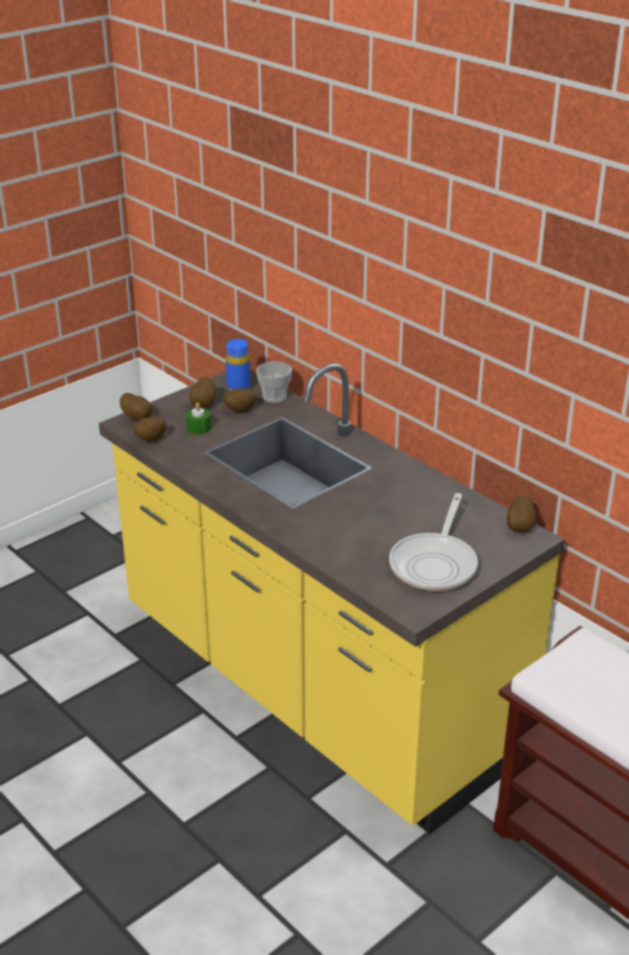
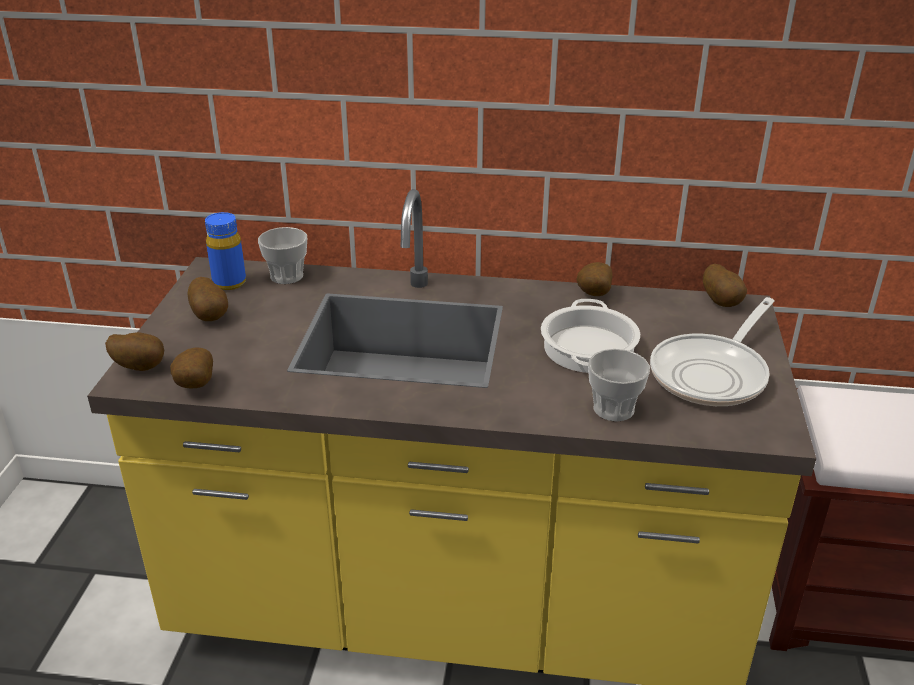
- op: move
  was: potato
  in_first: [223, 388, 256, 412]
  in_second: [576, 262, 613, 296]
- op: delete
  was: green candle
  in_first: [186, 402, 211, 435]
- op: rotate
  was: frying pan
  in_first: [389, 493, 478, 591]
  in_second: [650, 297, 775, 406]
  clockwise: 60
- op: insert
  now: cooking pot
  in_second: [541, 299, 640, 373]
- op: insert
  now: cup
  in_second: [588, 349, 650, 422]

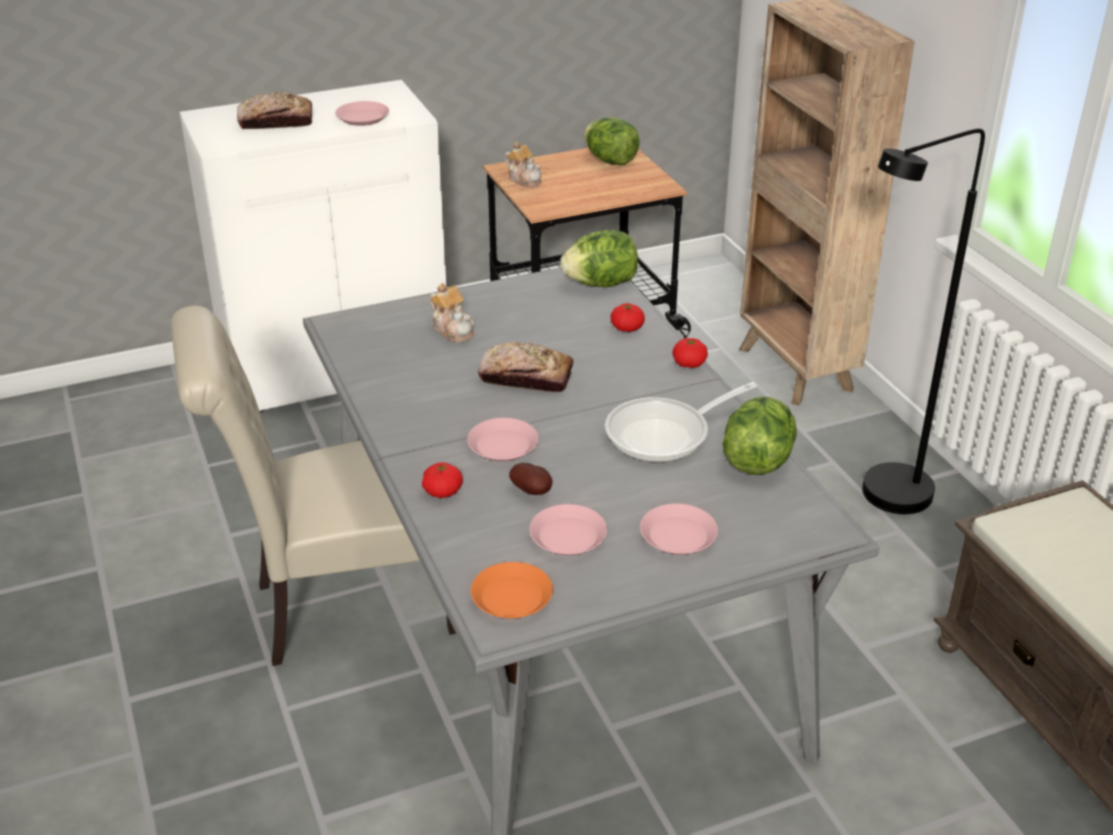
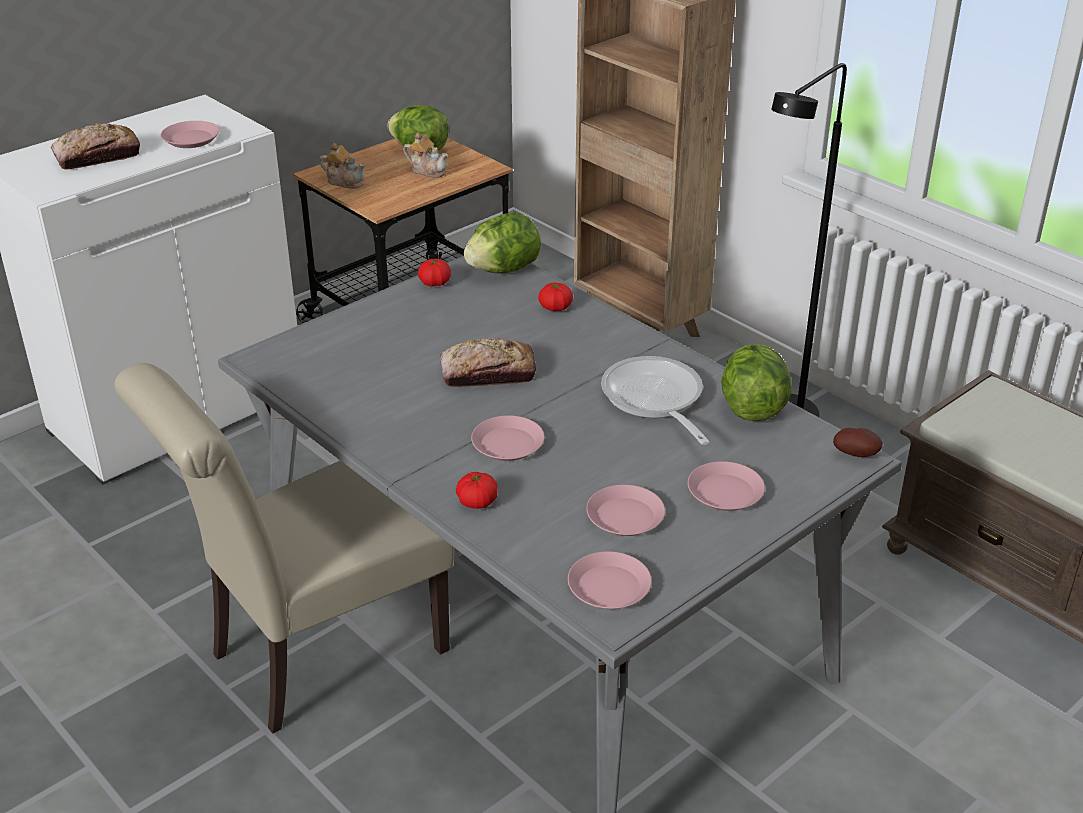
- op: move
  was: teapot
  in_first: [430, 283, 474, 343]
  in_second: [403, 132, 448, 178]
- op: move
  was: tomato
  in_first: [672, 338, 708, 368]
  in_second: [418, 259, 451, 287]
- op: rotate
  was: frying pan
  in_first: [605, 382, 757, 462]
  in_second: [601, 356, 709, 445]
  clockwise: 120
- op: move
  was: potato
  in_first: [509, 463, 552, 495]
  in_second: [833, 428, 882, 457]
- op: recolor
  was: orange plate
  now: pink plate
  in_first: [471, 562, 553, 619]
  in_second: [568, 551, 652, 609]

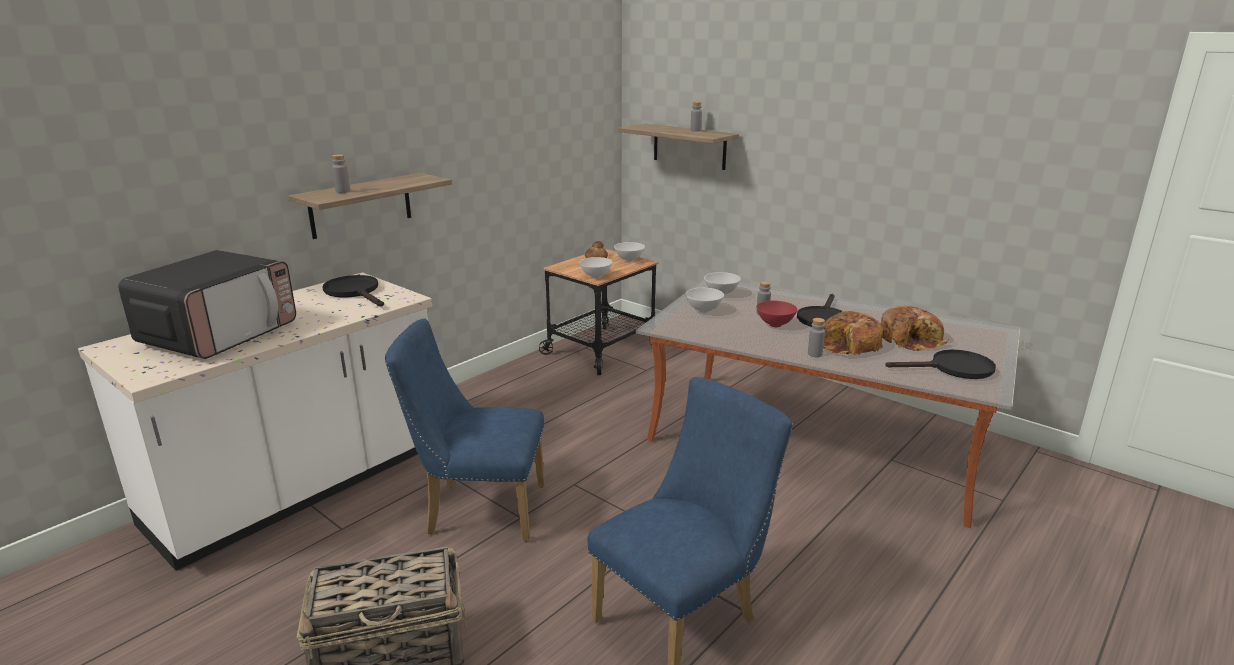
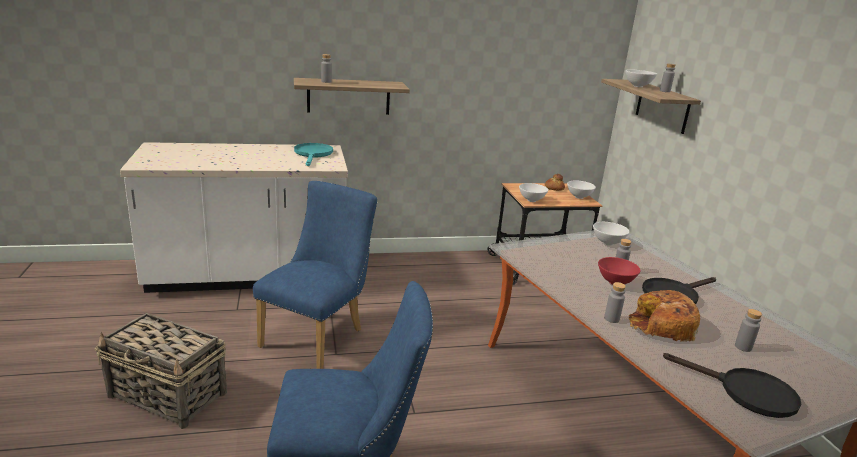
- op: delete
  was: microwave
  in_first: [118, 250, 296, 359]
- op: recolor
  was: black frying pan
  now: turquoise frying pan
  in_first: [323, 275, 384, 307]
  in_second: [294, 143, 333, 166]
- op: move
  was: white bowl
  in_first: [685, 288, 724, 313]
  in_second: [625, 69, 657, 87]
- op: replace
  was: bread
  now: grey bottle
  in_first: [881, 306, 949, 351]
  in_second: [735, 309, 762, 352]
- op: rotate
  was: blue chair
  in_first: [385, 318, 545, 542]
  in_second: [253, 181, 377, 369]
  clockwise: 75

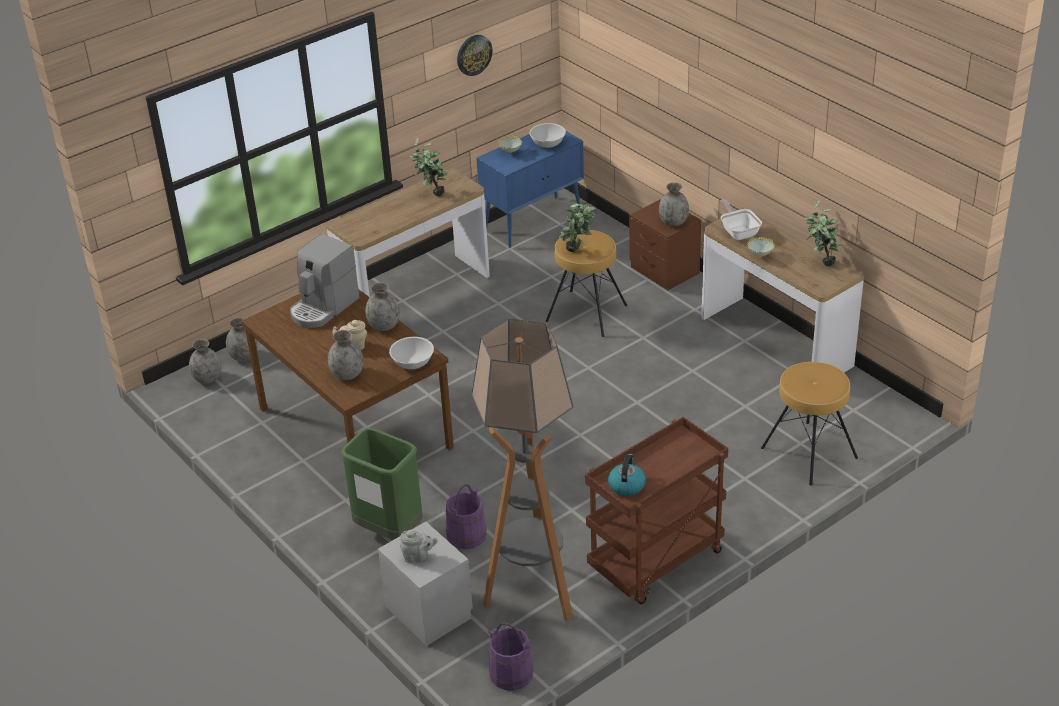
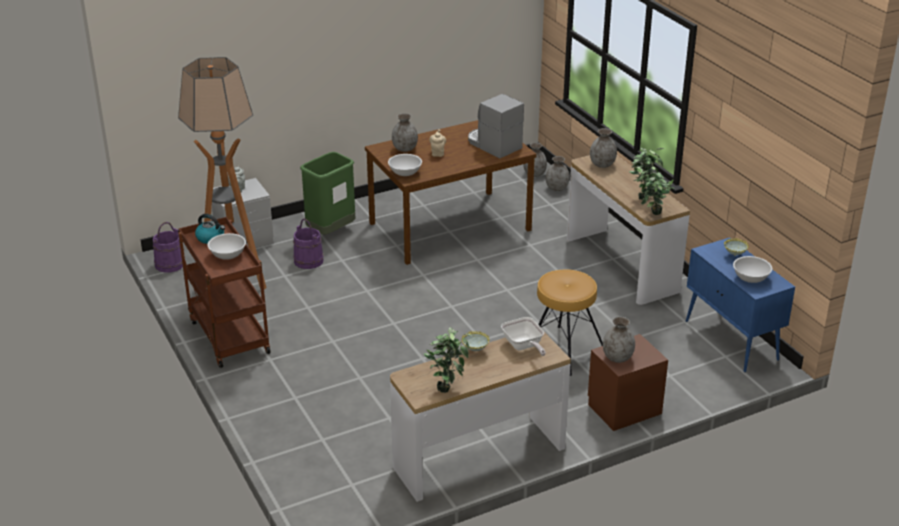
- op: delete
  was: wall clock
  in_first: [457, 35, 493, 76]
- op: rotate
  was: frying pan
  in_first: [720, 199, 762, 240]
  in_second: [501, 317, 546, 356]
  clockwise: 75
- op: move
  was: potted plant
  in_first: [559, 204, 596, 252]
  in_second: [637, 167, 675, 215]
- op: move
  was: grey vase
  in_first: [365, 282, 400, 331]
  in_second: [590, 128, 617, 168]
- op: delete
  was: brown stool
  in_first: [761, 362, 858, 486]
- op: insert
  now: white bowl
  in_second: [208, 233, 246, 260]

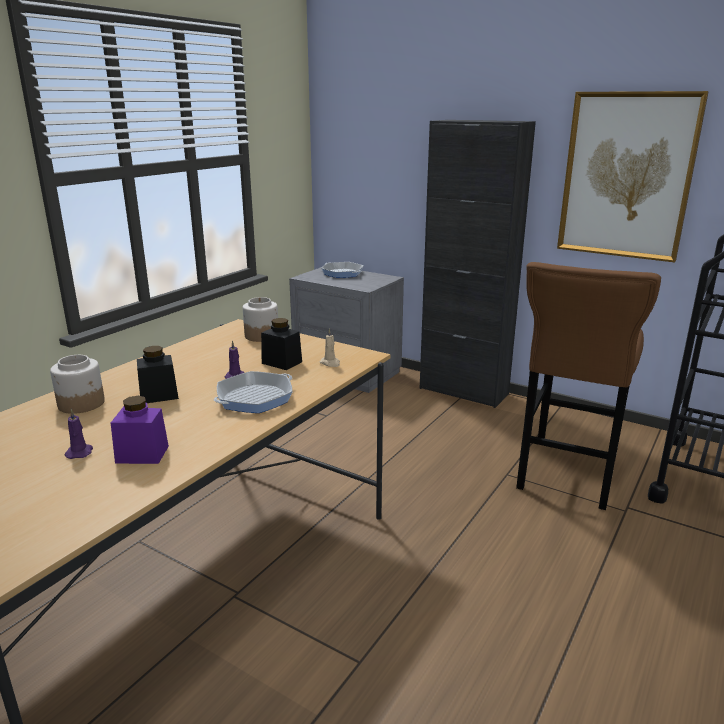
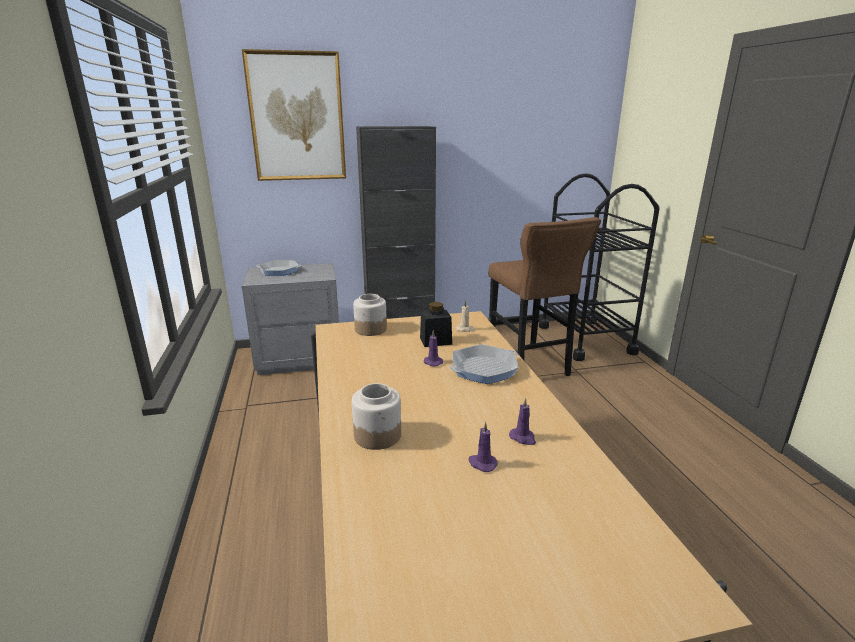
- op: move
  was: picture
  in_first: [557, 91, 709, 262]
  in_second: [242, 49, 346, 181]
- op: delete
  was: black jar
  in_first: [137, 346, 179, 403]
- op: rotate
  was: frying pan
  in_first: [214, 371, 292, 413]
  in_second: [449, 344, 518, 384]
  clockwise: 60
- op: replace
  was: purple jar
  now: purple candle
  in_first: [111, 396, 169, 464]
  in_second: [509, 398, 536, 445]

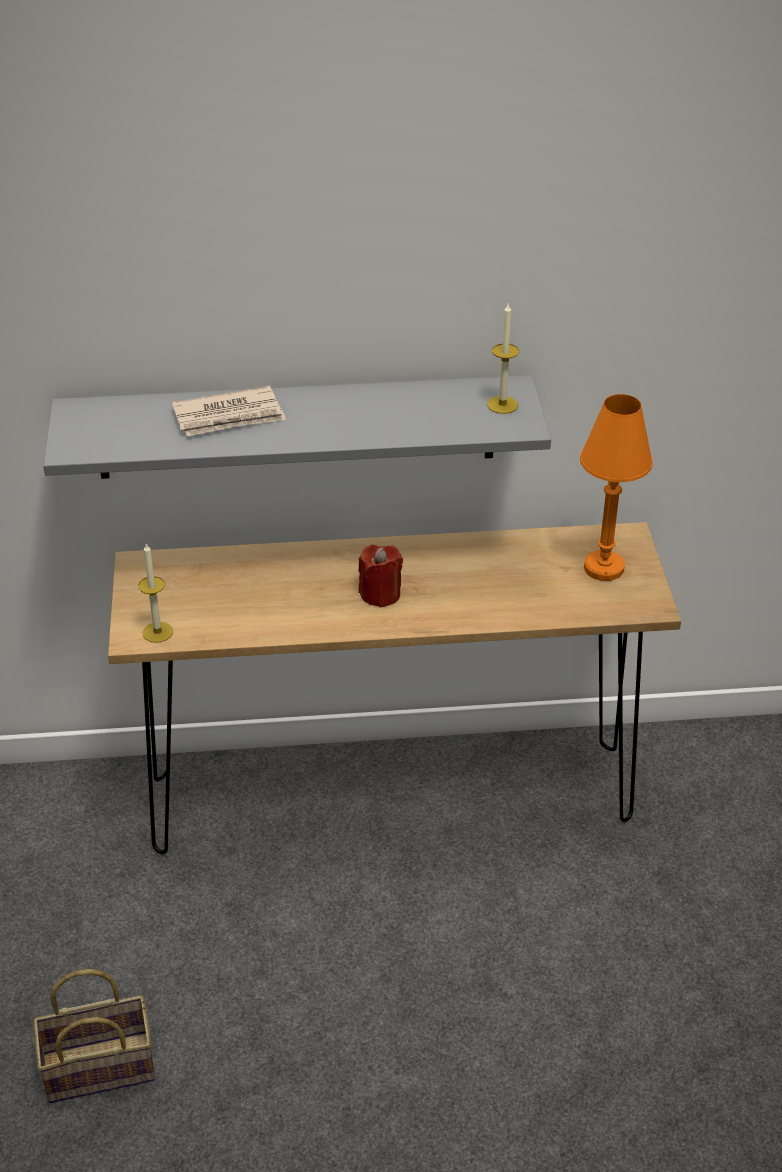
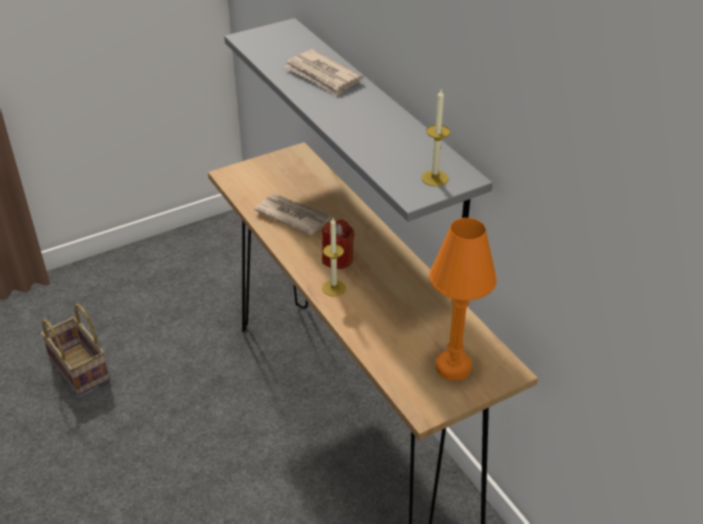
- op: move
  was: candle
  in_first: [138, 543, 173, 643]
  in_second: [322, 218, 346, 296]
- op: insert
  now: newspaper
  in_second: [254, 194, 331, 235]

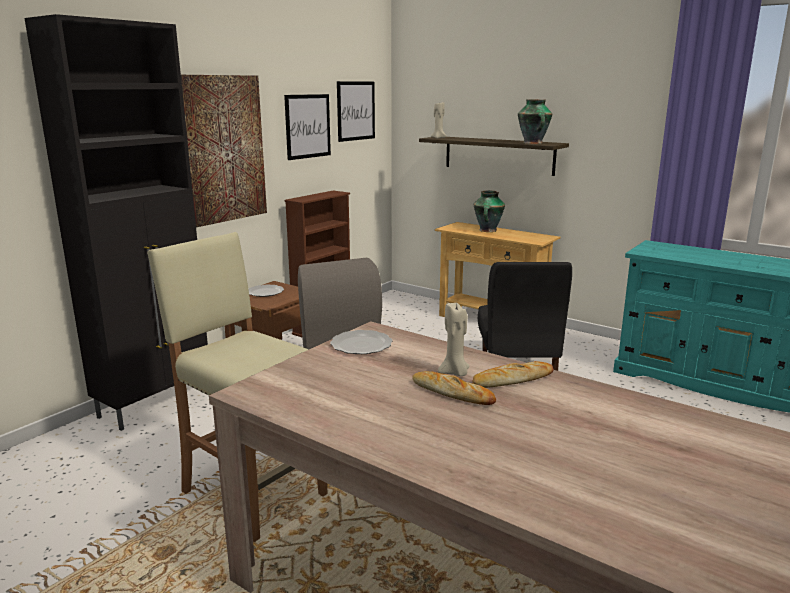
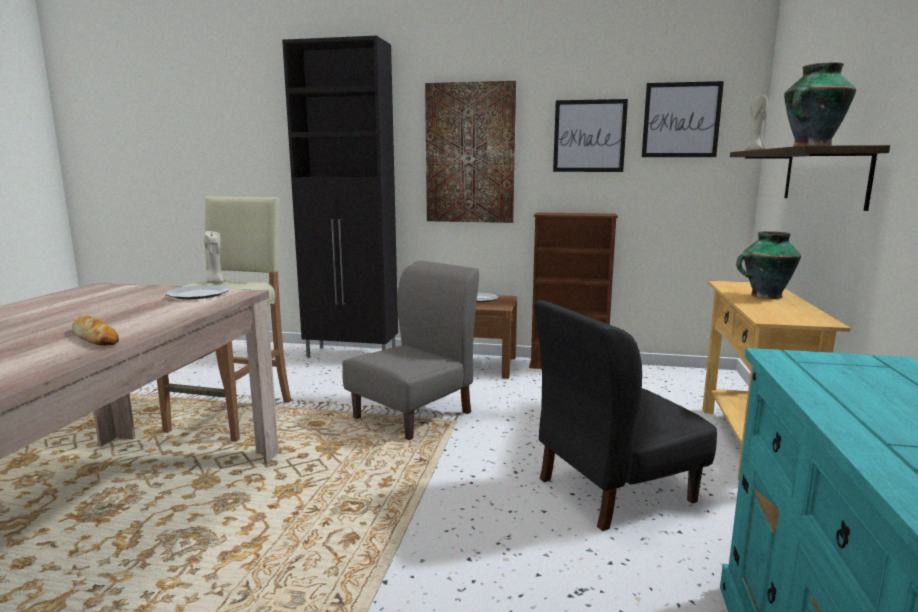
- op: move
  was: beige candle
  in_first: [438, 303, 470, 376]
  in_second: [204, 231, 225, 283]
- op: delete
  was: bread
  in_first: [412, 371, 496, 405]

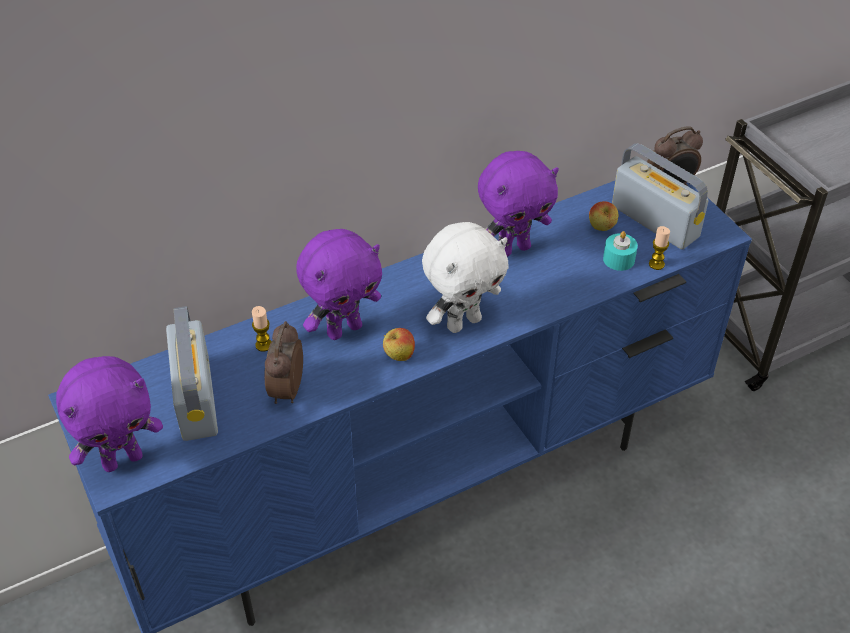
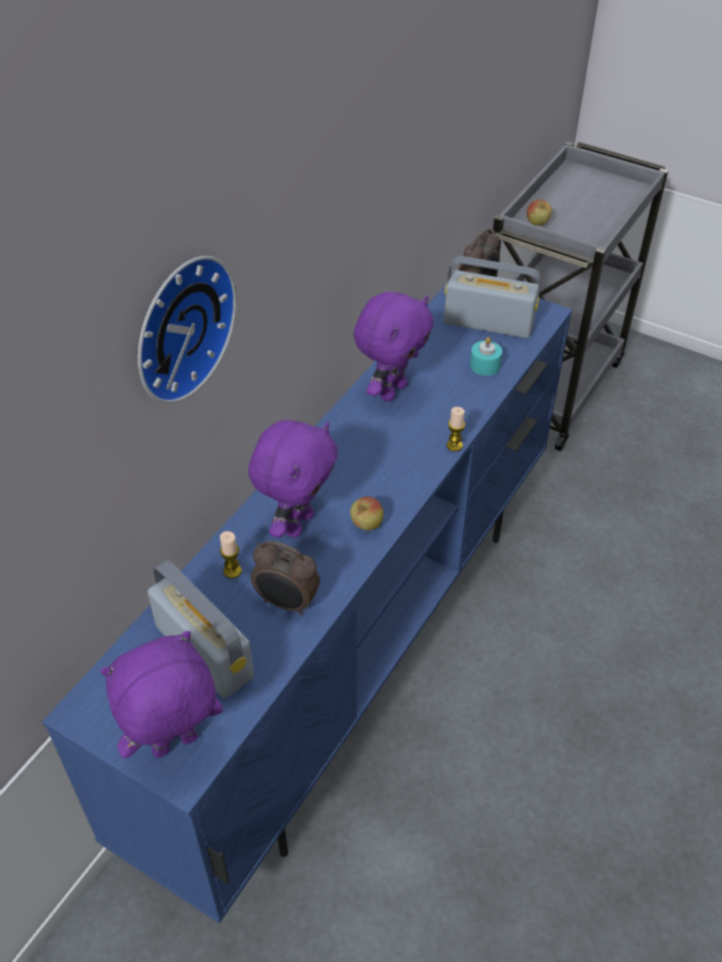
- op: move
  was: apple
  in_first: [589, 201, 619, 231]
  in_second: [527, 200, 552, 226]
- op: delete
  was: white plush toy
  in_first: [422, 222, 508, 333]
- op: move
  was: candle
  in_first: [649, 226, 670, 270]
  in_second: [447, 407, 465, 452]
- op: rotate
  was: alarm clock
  in_first: [264, 321, 303, 404]
  in_second: [251, 541, 320, 615]
  clockwise: -45
- op: rotate
  was: purple plush toy
  in_first: [56, 356, 163, 472]
  in_second: [100, 631, 223, 758]
  clockwise: -150
- op: insert
  now: wall clock
  in_second: [138, 256, 237, 404]

